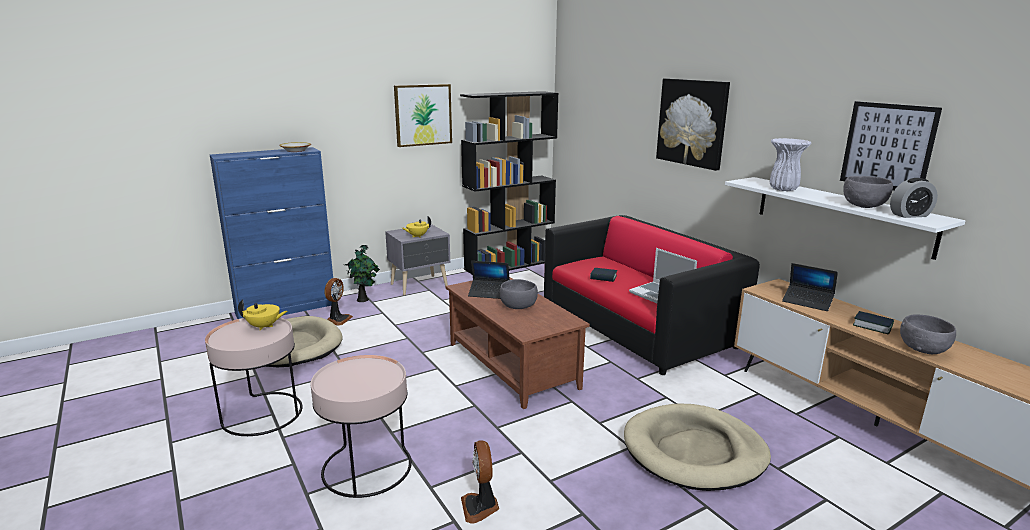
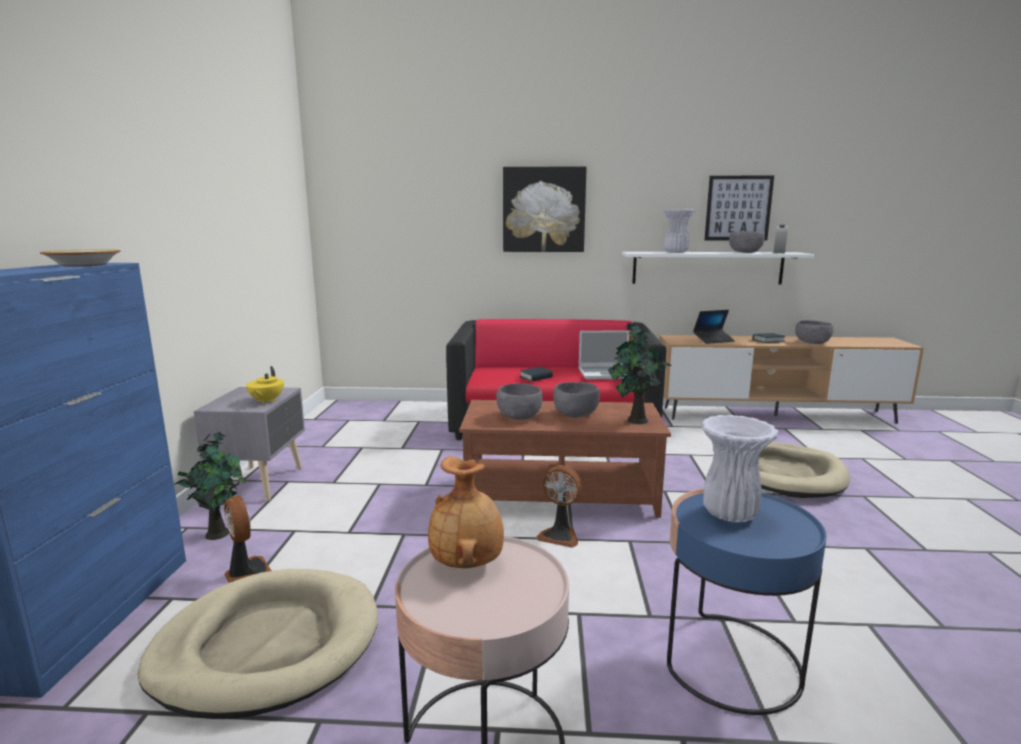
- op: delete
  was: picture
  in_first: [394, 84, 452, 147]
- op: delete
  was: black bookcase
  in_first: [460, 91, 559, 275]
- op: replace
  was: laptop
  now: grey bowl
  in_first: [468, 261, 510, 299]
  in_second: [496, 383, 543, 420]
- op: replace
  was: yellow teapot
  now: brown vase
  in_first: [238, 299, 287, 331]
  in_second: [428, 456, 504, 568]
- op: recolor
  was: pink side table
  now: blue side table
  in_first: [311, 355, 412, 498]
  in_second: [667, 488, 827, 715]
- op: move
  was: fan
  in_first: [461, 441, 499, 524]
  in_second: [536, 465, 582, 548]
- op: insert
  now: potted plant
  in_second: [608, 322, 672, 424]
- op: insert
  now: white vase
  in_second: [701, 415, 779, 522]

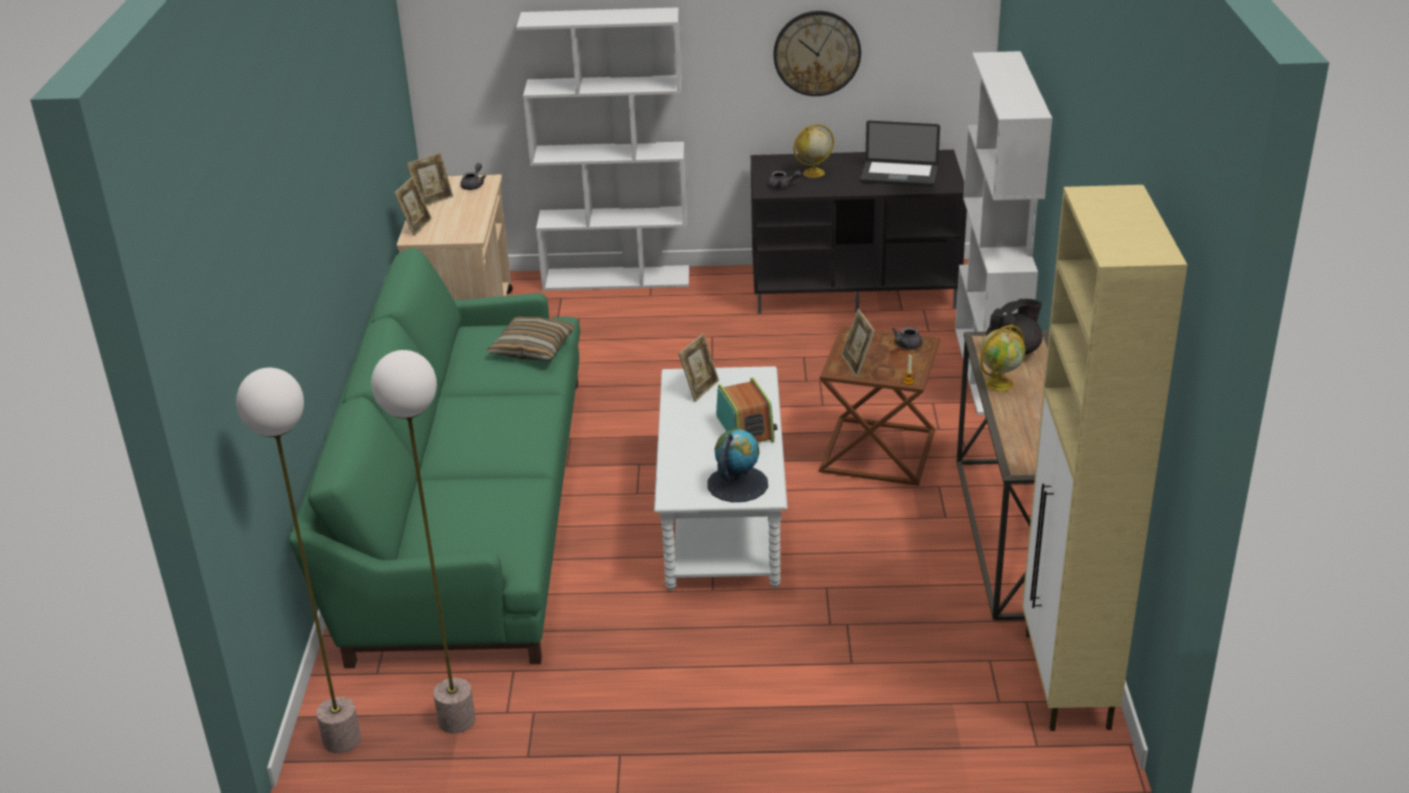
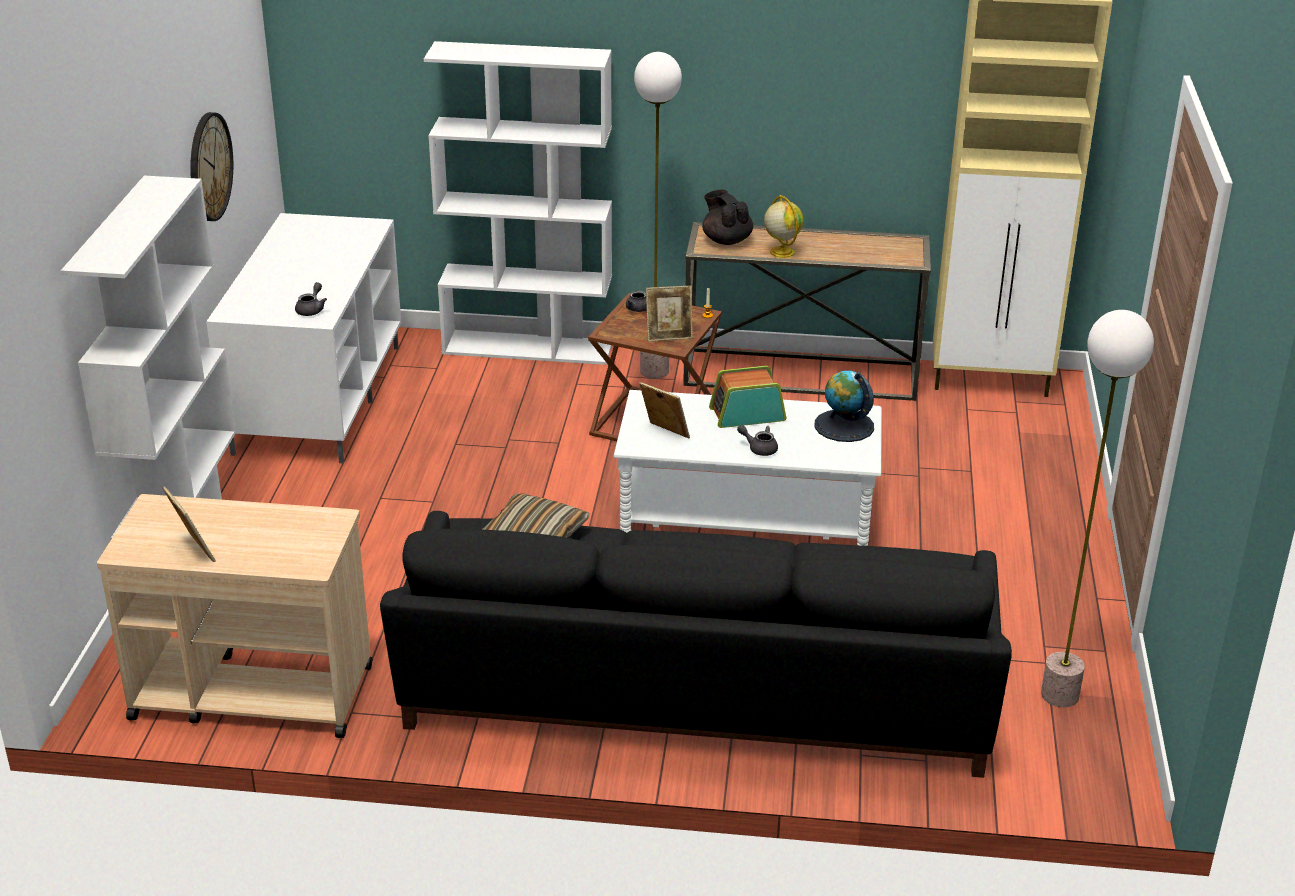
- op: delete
  was: laptop
  in_first: [860, 121, 940, 187]
- op: delete
  was: globe
  in_first: [793, 124, 834, 178]
- op: recolor
  was: black tv stand
  now: white tv stand
  in_first: [751, 150, 967, 314]
  in_second: [206, 213, 401, 463]
- op: move
  was: grey teapot
  in_first: [460, 163, 486, 190]
  in_second: [737, 425, 778, 456]
- op: delete
  was: picture frame
  in_first: [394, 177, 432, 236]
- op: recolor
  was: green sofa
  now: black sofa
  in_first: [289, 248, 580, 668]
  in_second: [380, 511, 1012, 778]
- op: move
  was: floor lamp
  in_first: [236, 368, 361, 753]
  in_second: [634, 52, 682, 379]

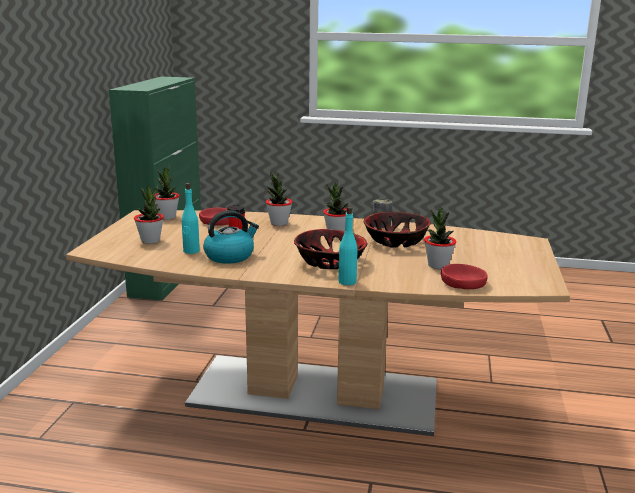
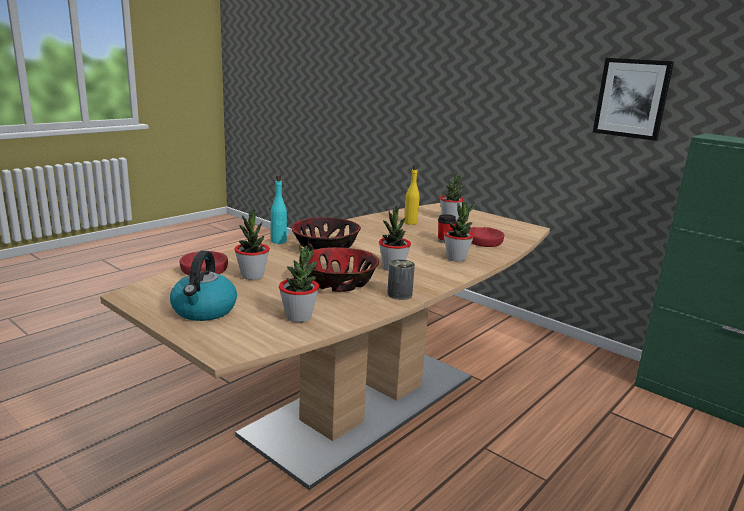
- op: move
  was: potted plant
  in_first: [153, 165, 179, 220]
  in_second: [279, 245, 319, 322]
- op: recolor
  was: turquoise bottle
  now: yellow bottle
  in_first: [182, 183, 200, 254]
  in_second: [404, 164, 420, 225]
- op: move
  was: kettle
  in_first: [203, 210, 259, 264]
  in_second: [170, 251, 237, 321]
- op: insert
  now: picture
  in_second: [593, 58, 674, 141]

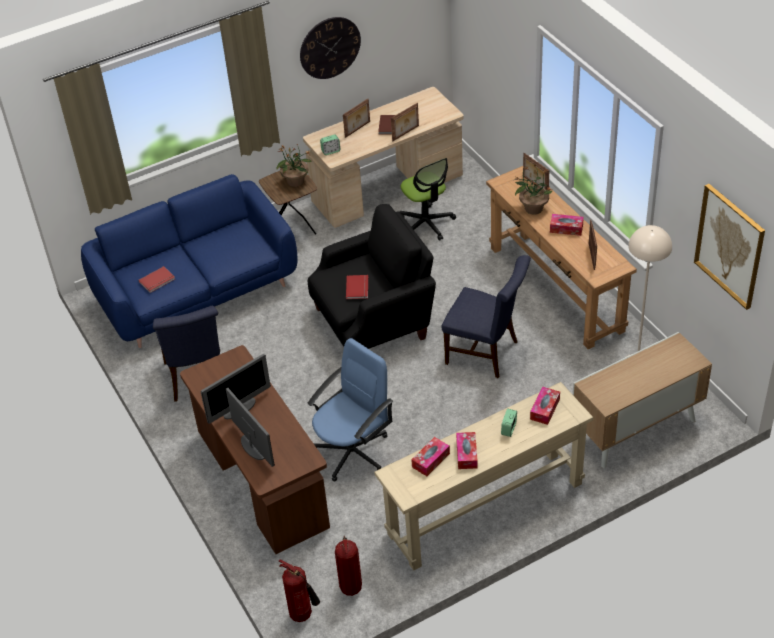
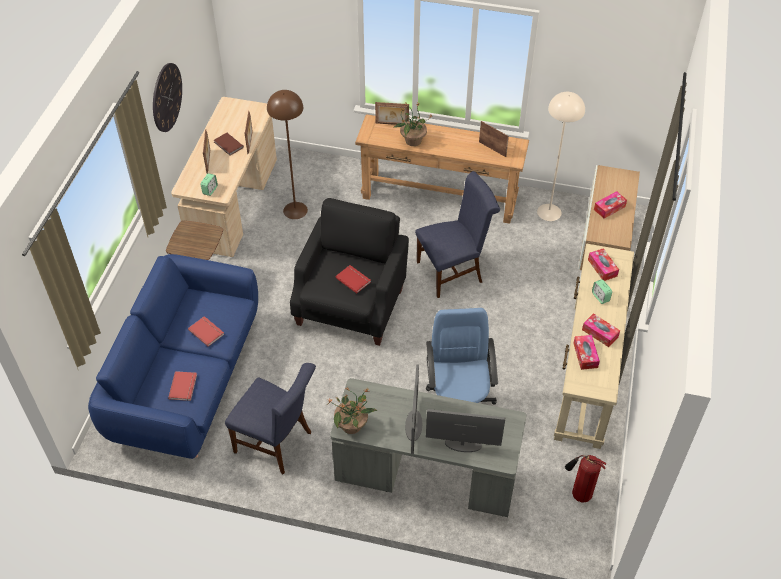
- op: move
  was: potted plant
  in_first: [277, 143, 313, 187]
  in_second: [328, 387, 377, 434]
- op: replace
  was: office chair
  now: brown floor lamp
  in_first: [399, 158, 456, 241]
  in_second: [267, 90, 308, 219]
- op: delete
  was: picture
  in_first: [694, 184, 765, 310]
- op: move
  was: tissue box
  in_first: [550, 214, 584, 236]
  in_second: [594, 191, 627, 218]
- op: recolor
  was: brown desk
  now: grey desk
  in_first: [180, 345, 330, 554]
  in_second: [330, 378, 526, 517]
- op: delete
  was: fire extinguisher
  in_first: [279, 560, 320, 622]
- op: insert
  now: red book
  in_second: [188, 316, 224, 347]

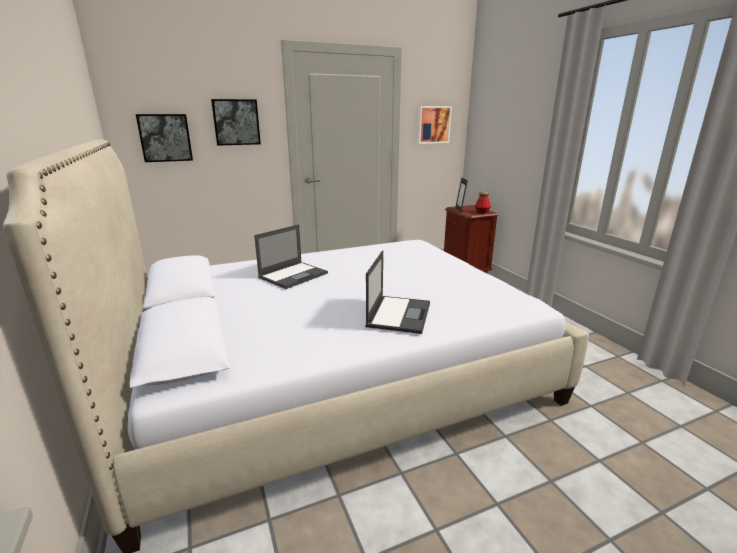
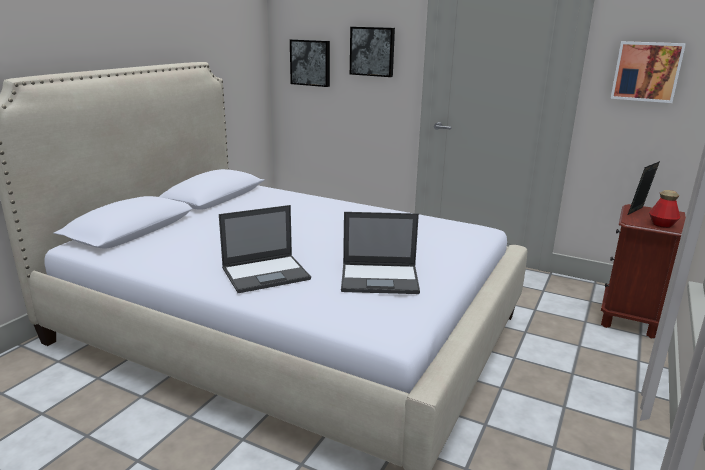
- op: move
  was: laptop
  in_first: [254, 224, 328, 289]
  in_second: [341, 212, 420, 294]

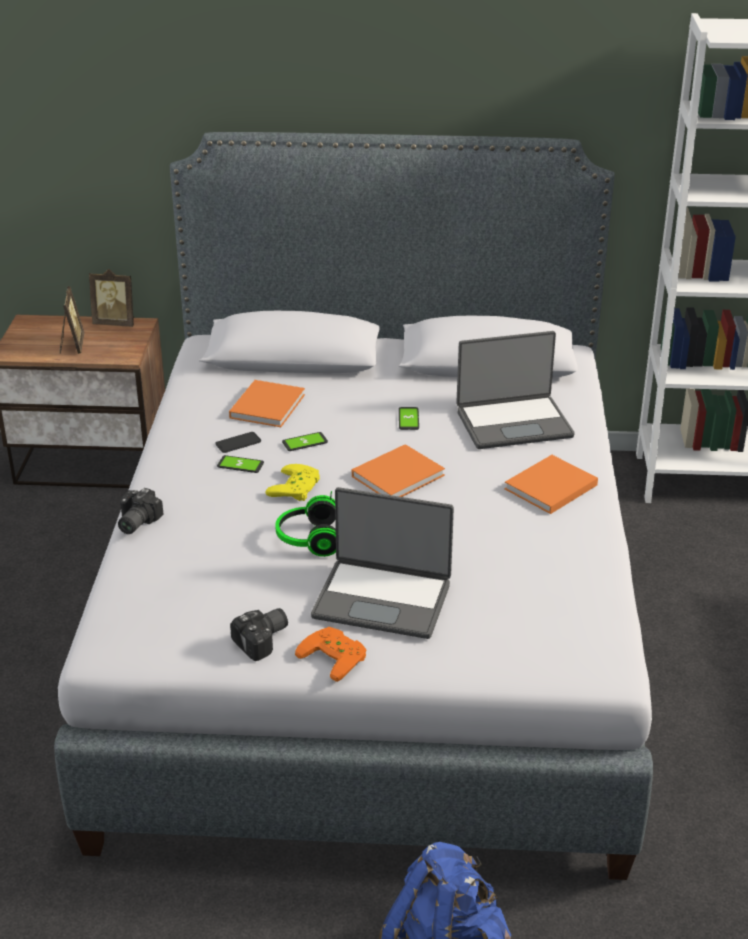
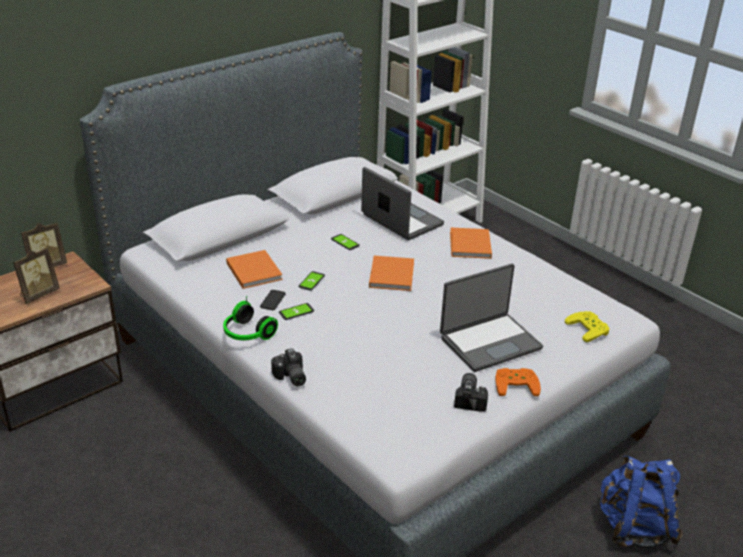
- op: rotate
  was: picture frame
  in_first: [60, 286, 85, 354]
  in_second: [13, 247, 60, 304]
  clockwise: 90
- op: rotate
  was: laptop
  in_first: [456, 331, 575, 449]
  in_second: [361, 167, 444, 240]
  clockwise: -75
- op: move
  was: yellow game controller
  in_first: [265, 464, 320, 501]
  in_second: [565, 311, 610, 342]
- op: move
  was: headphones
  in_first: [275, 491, 336, 557]
  in_second: [223, 296, 278, 340]

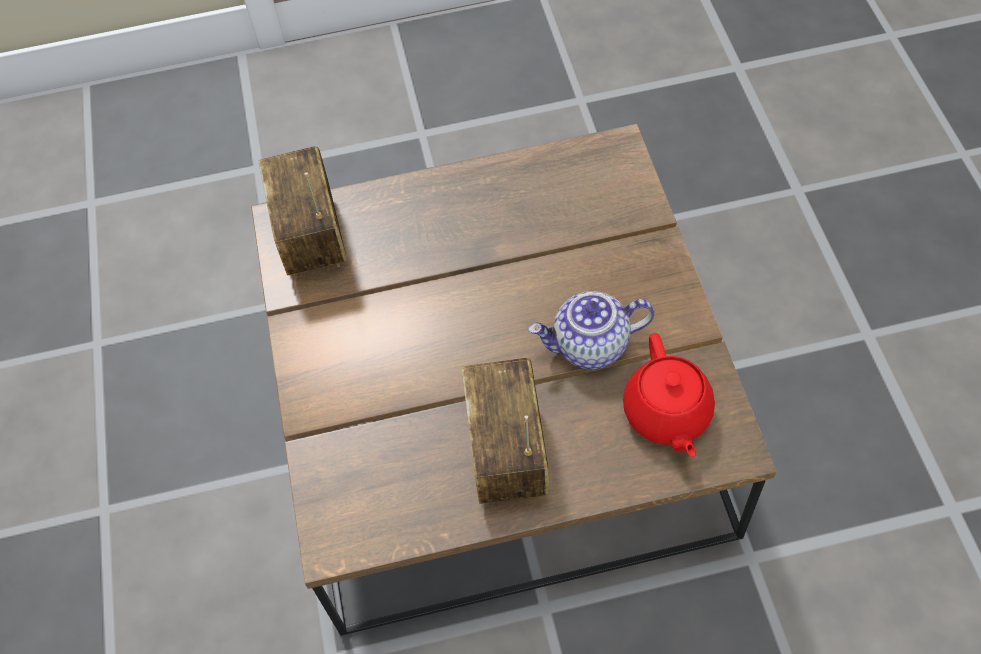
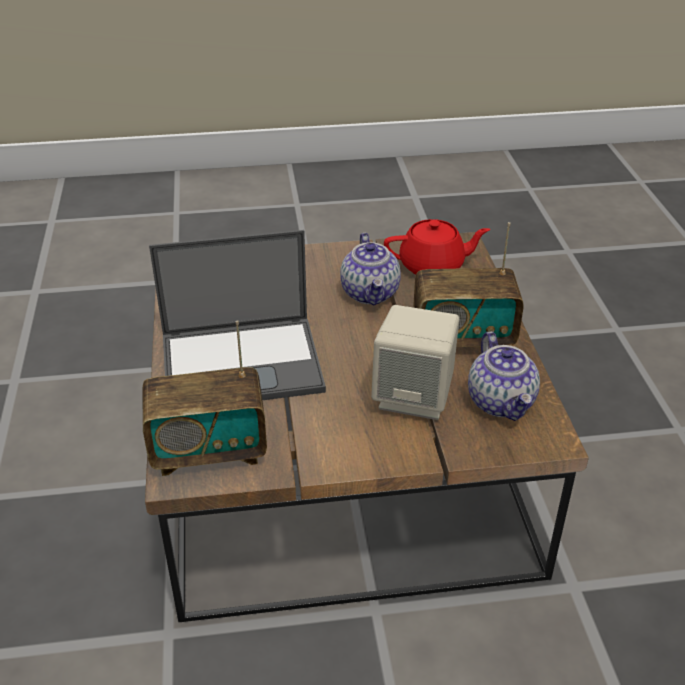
- op: insert
  now: laptop
  in_second: [149, 230, 326, 400]
- op: insert
  now: beige speaker
  in_second: [371, 305, 459, 420]
- op: insert
  now: teapot
  in_second: [468, 331, 540, 421]

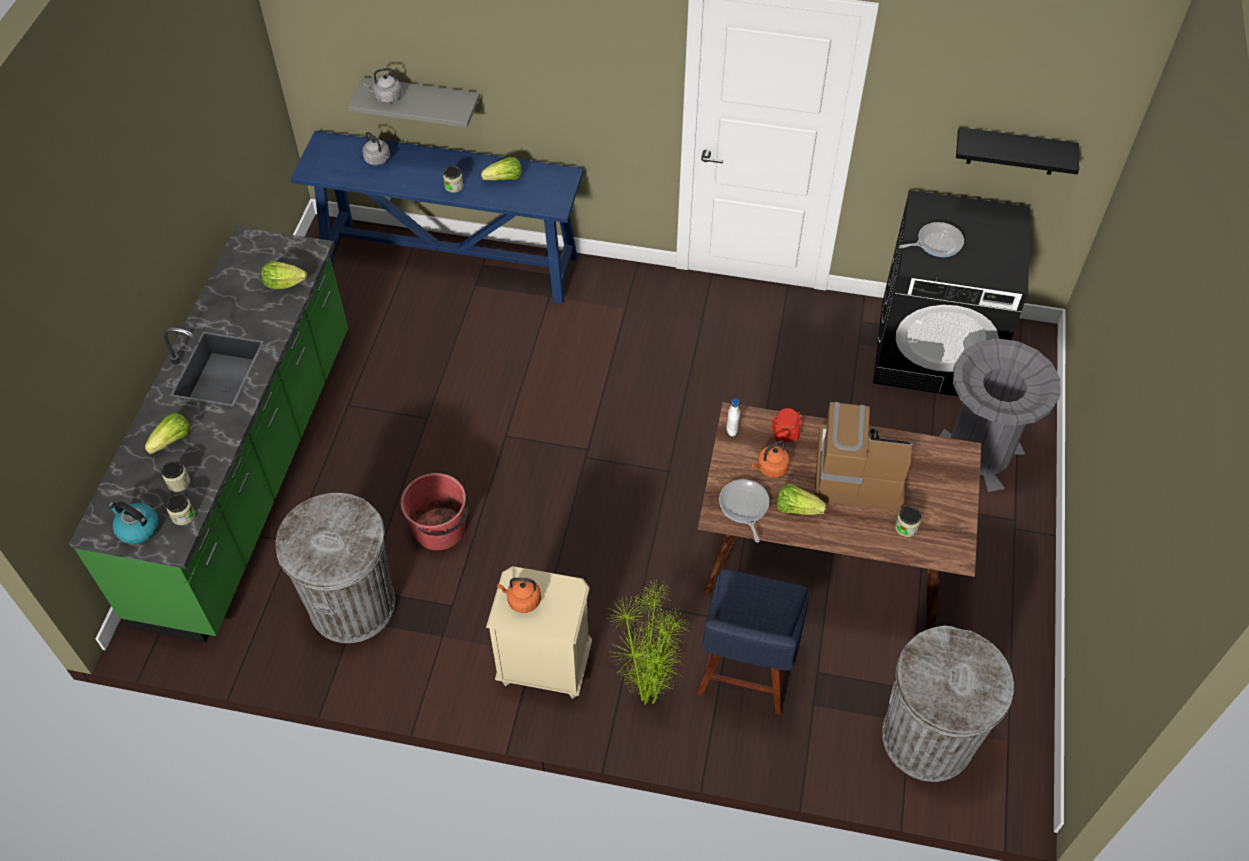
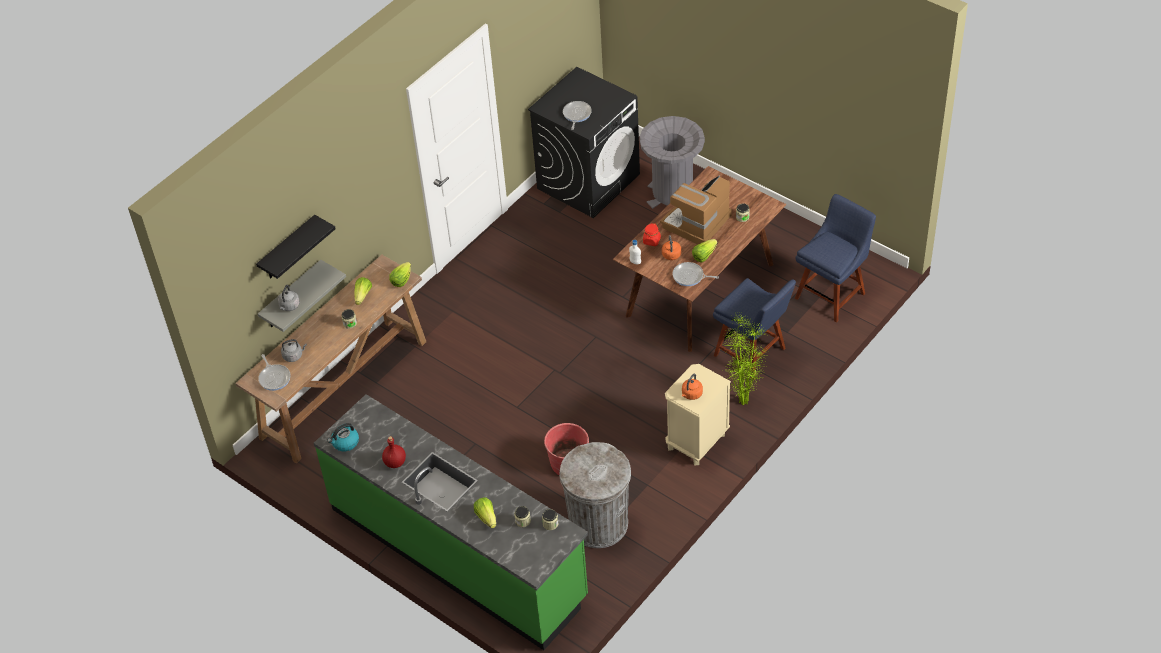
- op: move
  was: black shelf
  in_first: [956, 127, 1079, 175]
  in_second: [256, 215, 336, 279]
- op: recolor
  was: blue console table
  now: brown console table
  in_first: [290, 131, 583, 304]
  in_second: [235, 255, 426, 463]
- op: move
  was: lettuce
  in_first: [261, 261, 307, 289]
  in_second: [389, 262, 411, 287]
- op: move
  was: kettle
  in_first: [108, 502, 158, 544]
  in_second: [327, 423, 359, 451]
- op: replace
  was: grey trash can
  now: blue chair
  in_first: [882, 626, 1014, 782]
  in_second: [795, 194, 876, 323]
- op: insert
  now: frying pan
  in_second: [258, 354, 291, 391]
- op: insert
  now: red bottle
  in_second: [382, 436, 406, 468]

